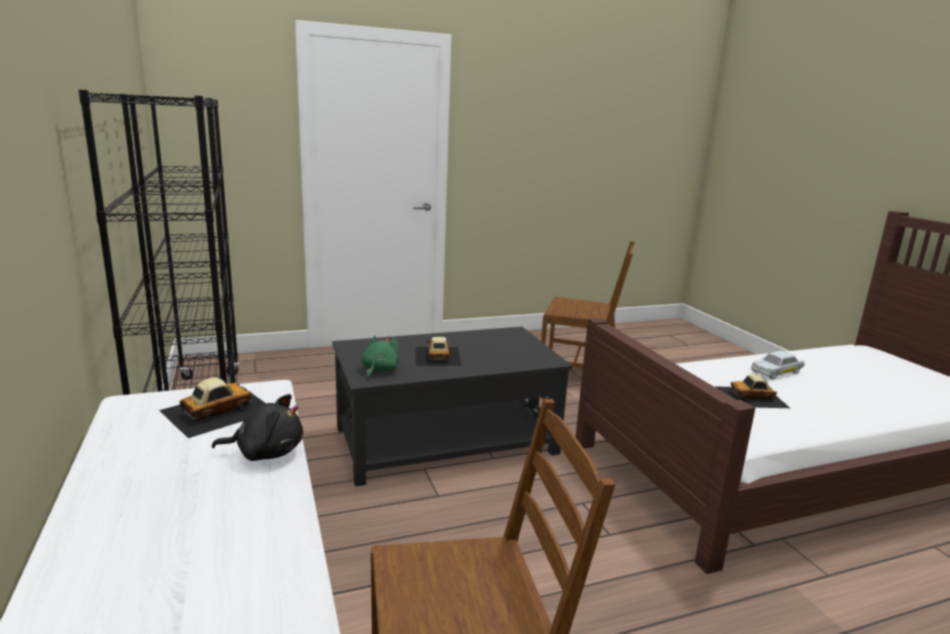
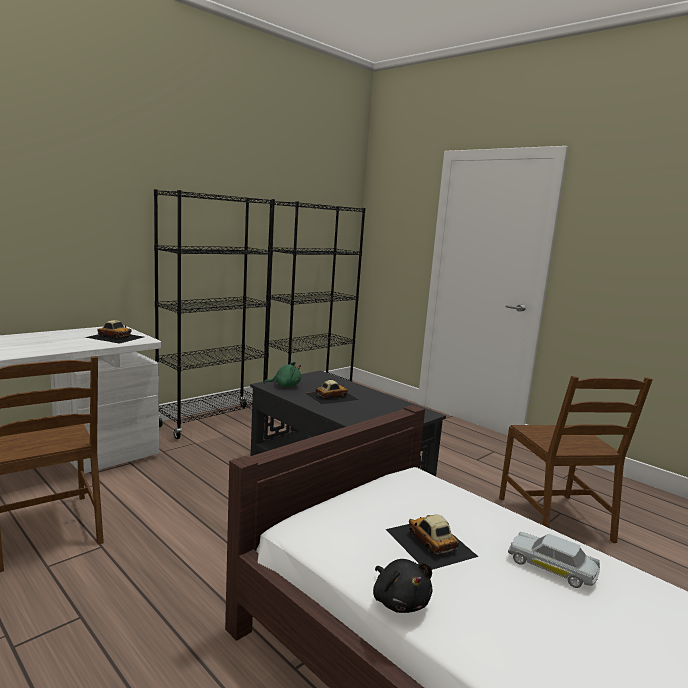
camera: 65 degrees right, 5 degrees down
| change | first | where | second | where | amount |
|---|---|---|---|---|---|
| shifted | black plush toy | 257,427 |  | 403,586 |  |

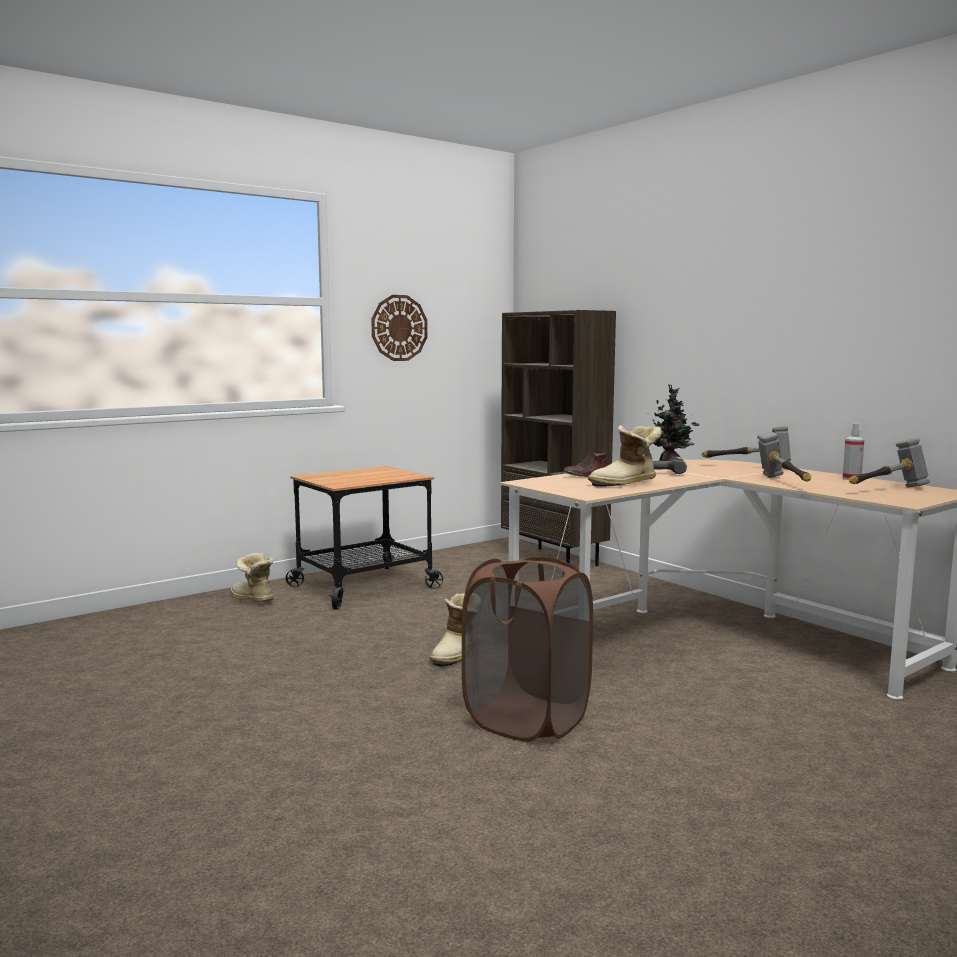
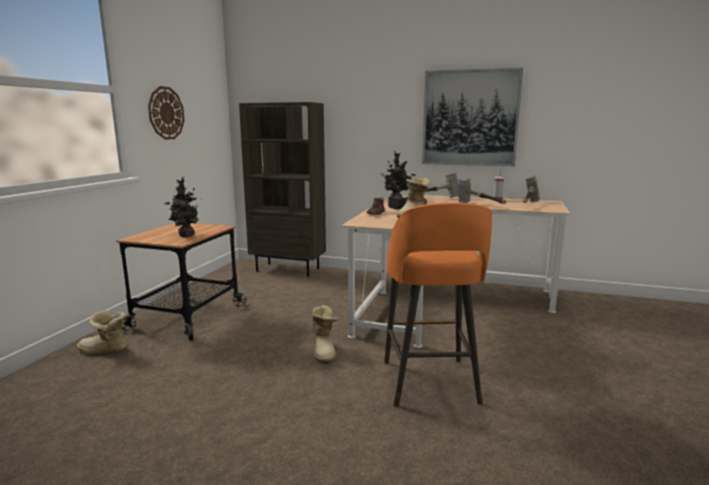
camera: 35 degrees left, 5 degrees up
| change | first | where | second | where | amount |
|---|---|---|---|---|---|
| swapped | brown laundry basket | 527,649 | orange stool | 438,305 |  |
| new |  |  | potted plant | 182,207 |  |
| new |  |  | picture | 472,117 |  |

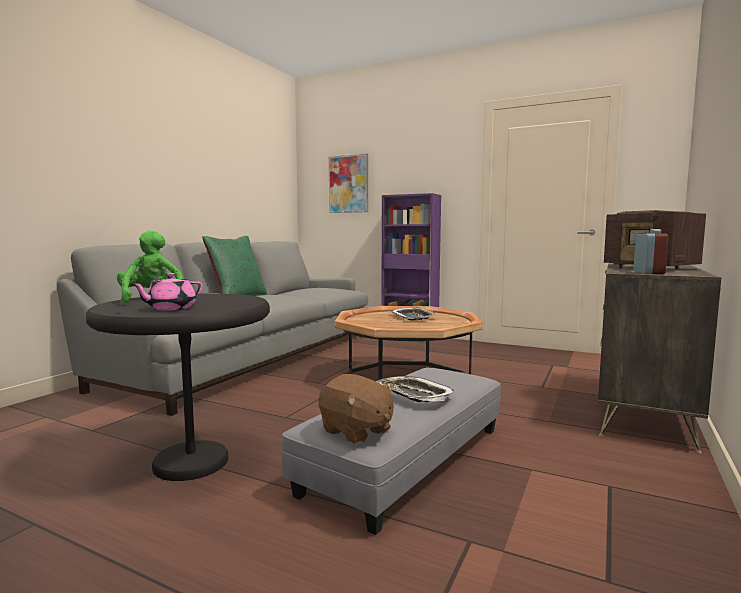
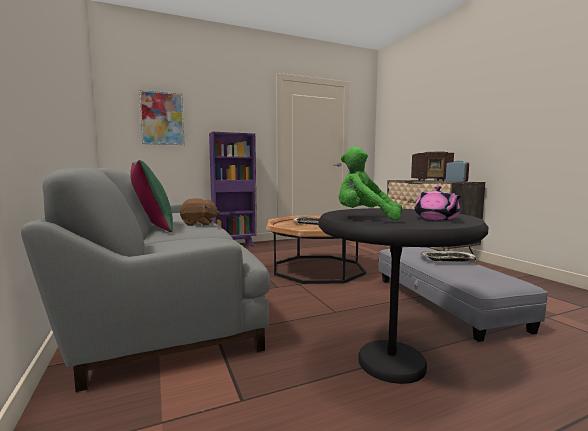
camera: 50 degrees left, 0 degrees up
| change | first | where | second | where | amount |
|---|---|---|---|---|---|
| shifted | brown plush toy | 356,409 |  | 200,212 |  |

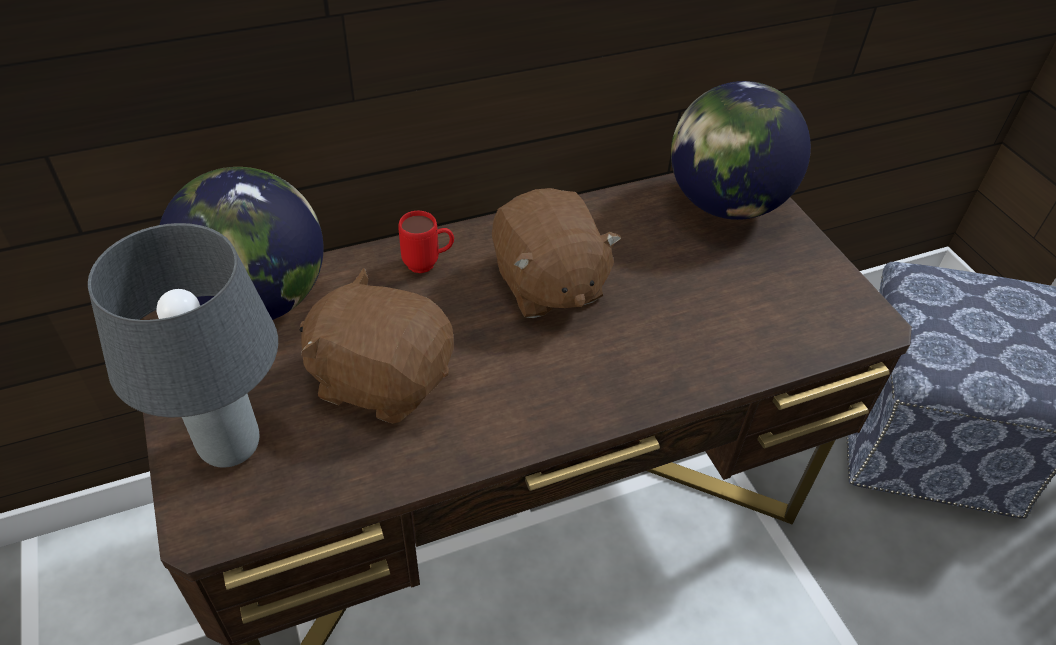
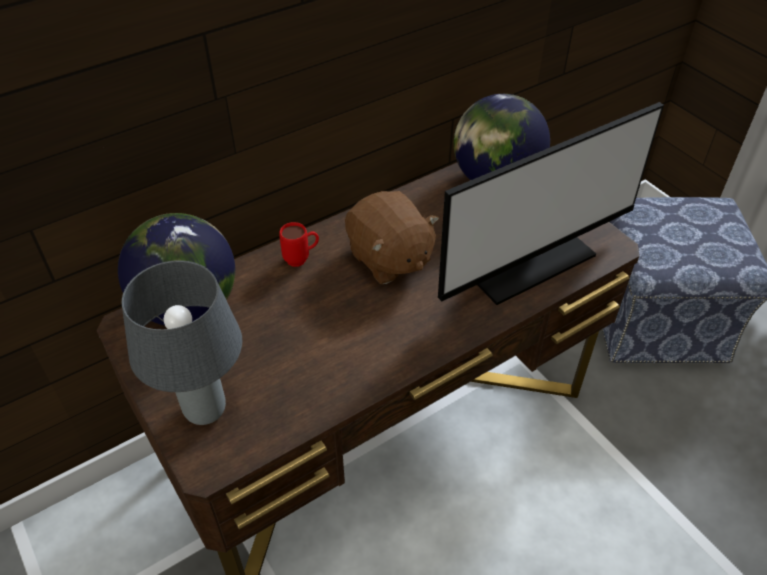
camera: 10 degrees left, 0 degrees up
| change | first | where | second | where | amount |
|---|---|---|---|---|---|
| gone | brown plush toy | 376,346 |  |  |  |
| new |  |  | monitor | 551,203 |  |

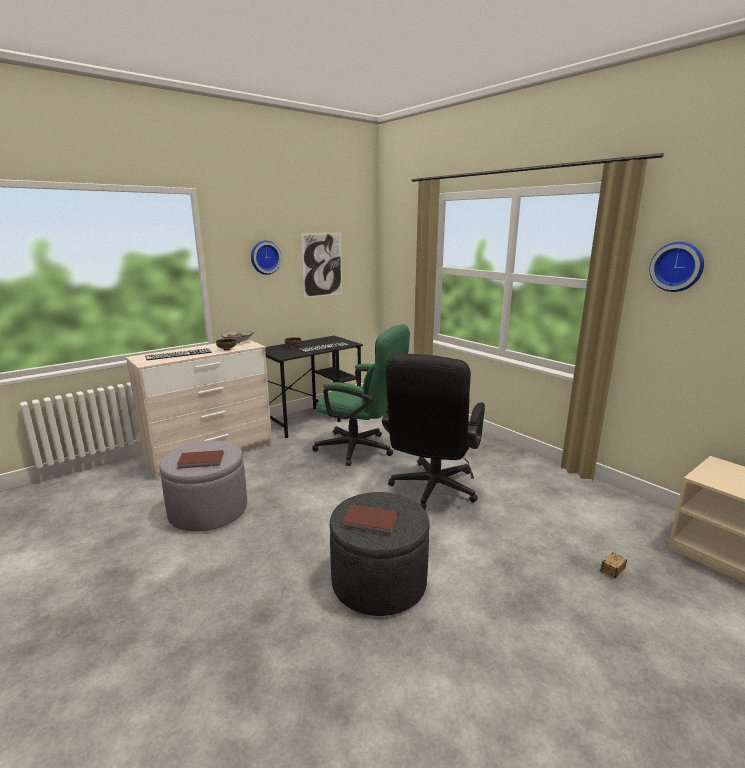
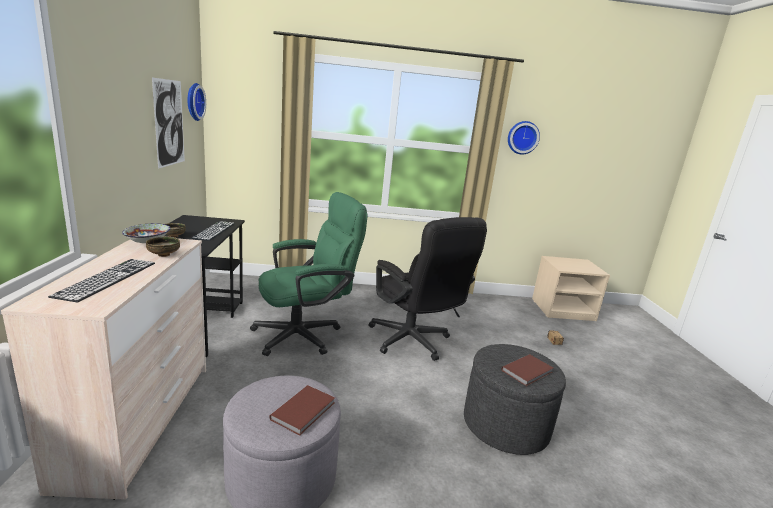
camera: 55 degrees left, 0 degrees up
| change | first | where | second | where | amount |
|---|---|---|---|---|---|
| shifted | wall clock | 266,257 |  | 197,102 |  |

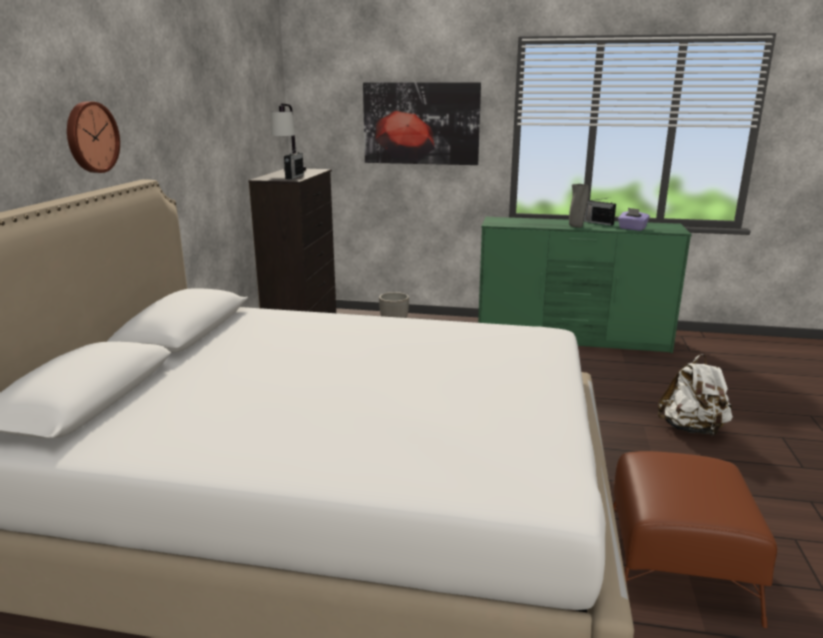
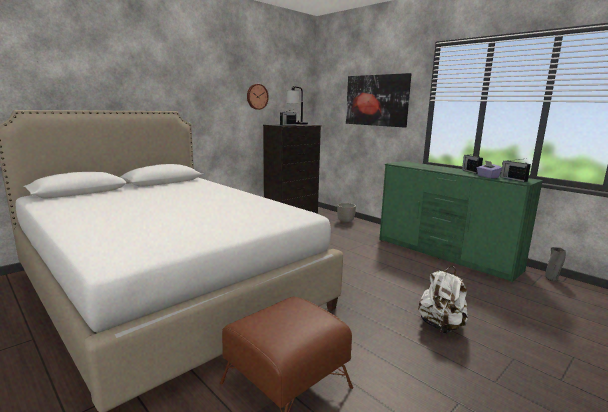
camera: 35 degrees right, 5 degrees down
| change | first | where | second | where | amount |
|---|---|---|---|---|---|
| shifted | wall clock | 93,137 |  | 258,97 |  |
| shifted | grey vase | 579,206 |  | 555,264 |  |
| new |  |  | radio | 516,170 |  |

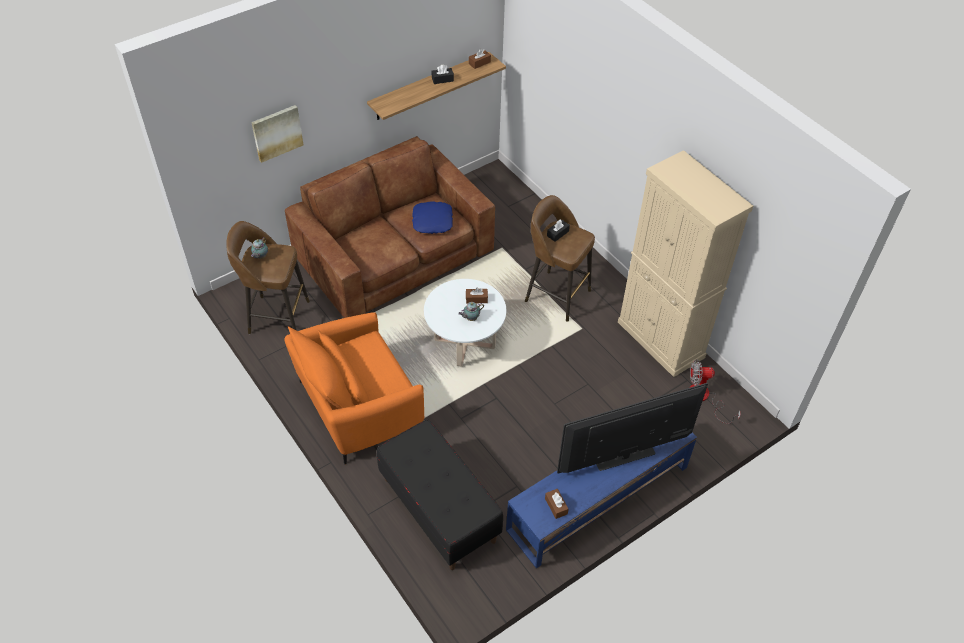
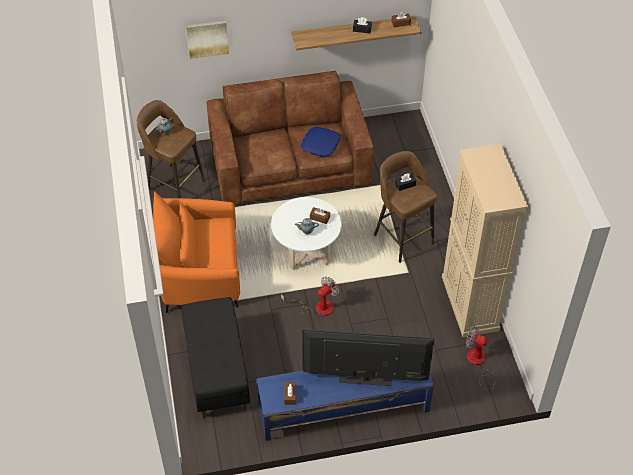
camera: 25 degrees right, 0 degrees up
| change | first | where | second | where | amount |
|---|---|---|---|---|---|
| new |  |  | fan | 310,296 |  |

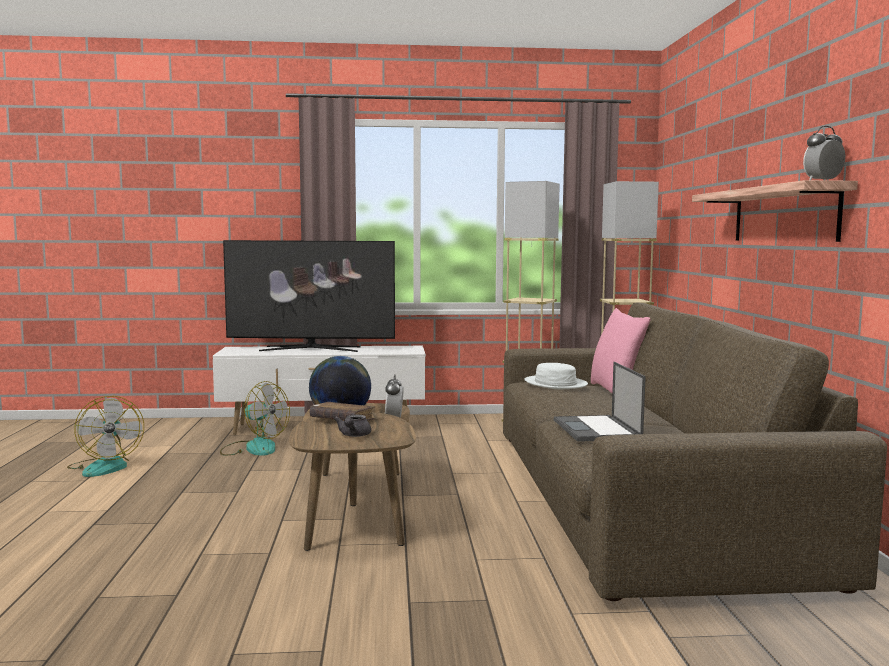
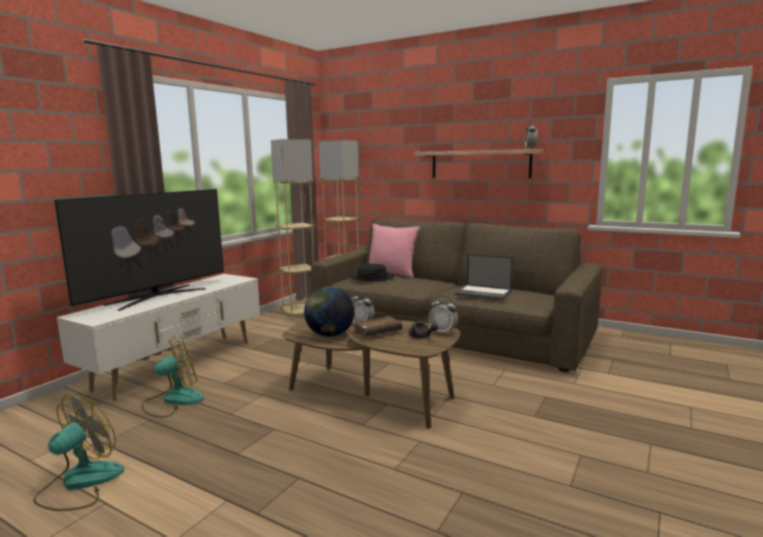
camera: 55 degrees left, 5 degrees up
| change | first | where | second | where | amount |
|---|---|---|---|---|---|
| rotated | fan | 105,436 |  | 78,452 | 75 degrees counterclockwise |
| repainted | white hat | 556,376 | black hat | 372,272 |  |
| new |  |  | alarm clock | 443,315 |  |

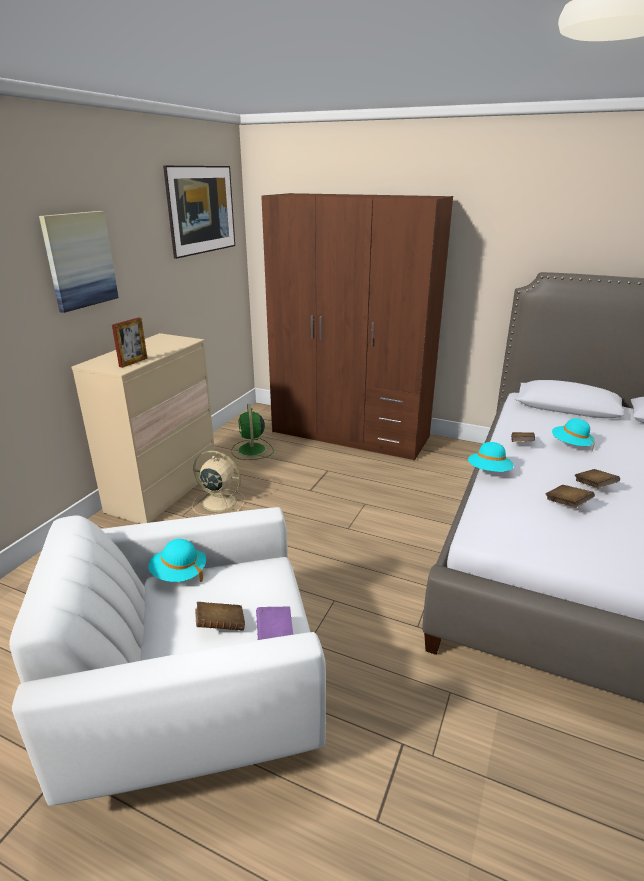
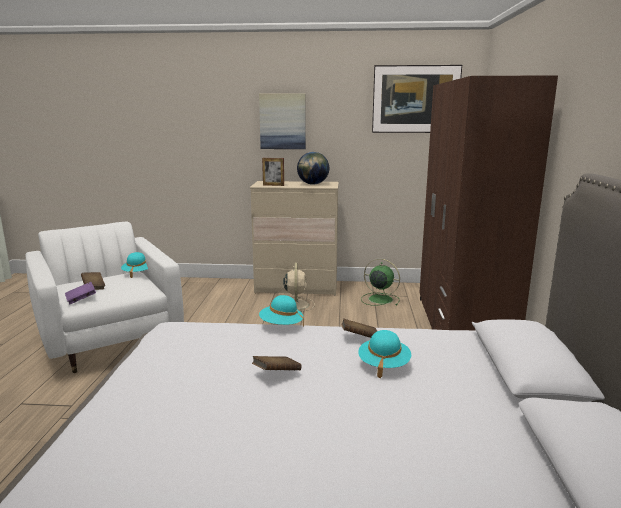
camera: 70 degrees right, 10 degrees down
| change | first | where | second | where | amount |
|---|---|---|---|---|---|
| rotated | green fan | 253,432 |  | 380,282 | 60 degrees clockwise |
| gone | brown book | 570,496 |  |  |  |
| new |  |  | globe | 313,168 |  |

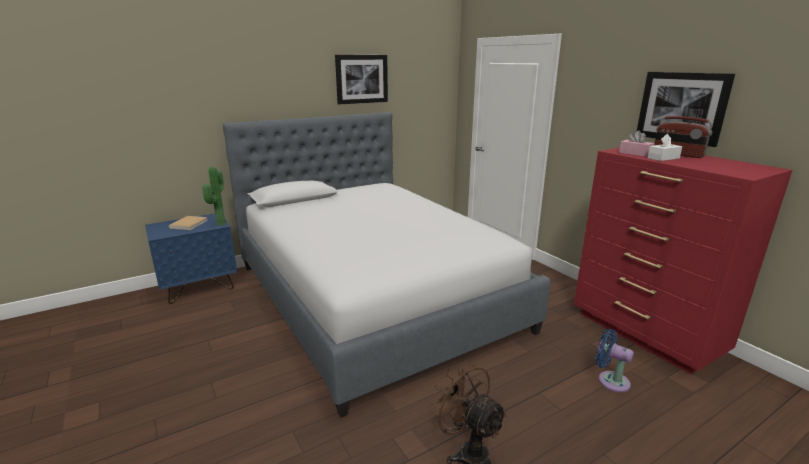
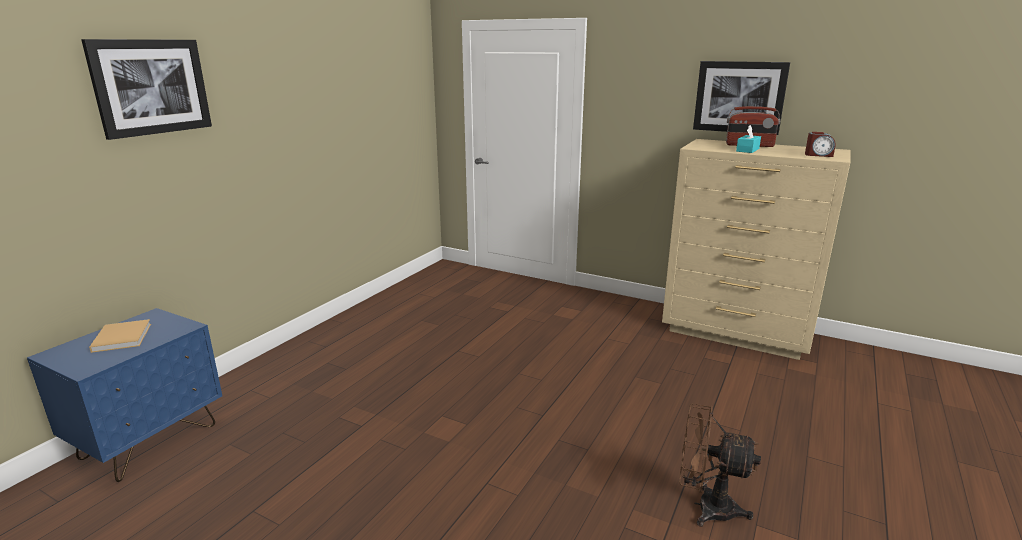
camera: 30 degrees left, 0 degrees up
| change | first | where | second | where | amount |
|---|---|---|---|---|---|
| gone | potted plant | 214,196 |  |  |  |
| gone | bed | 386,264 |  |  |  |
| shifted | picture | 361,79 |  | 146,89 |  |
| repainted | red dresser | 683,261 | beige dresser | 756,249 |  |
| gone | blue fan | 614,361 |  |  |  |
| gone | pink tissue box | 636,144 |  |  |  |
| repainted | white tissue box | 665,147 | turquoise tissue box | 748,139 |  |
| new |  |  | alarm clock | 820,144 |  |

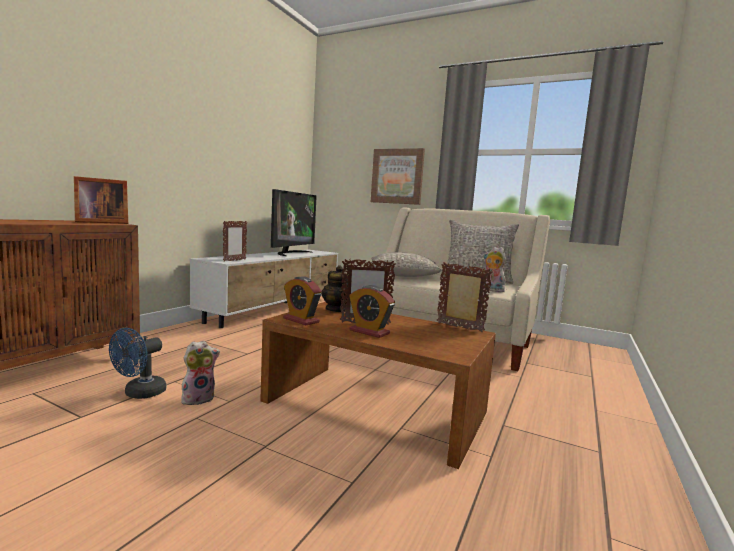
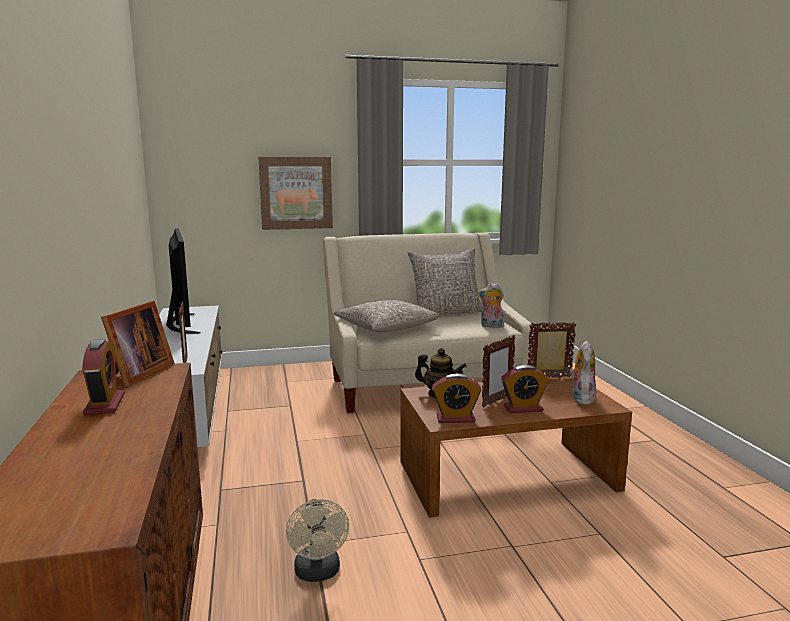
camera: 40 degrees left, 5 degrees up
| change | first | where | second | where | amount |
|---|---|---|---|---|---|
| repainted | blue fan | 137,363 | beige fan | 317,540 |  |
| shifted | plush toy | 200,373 |  | 582,373 |  |
| new |  |  | alarm clock | 103,377 |  |

